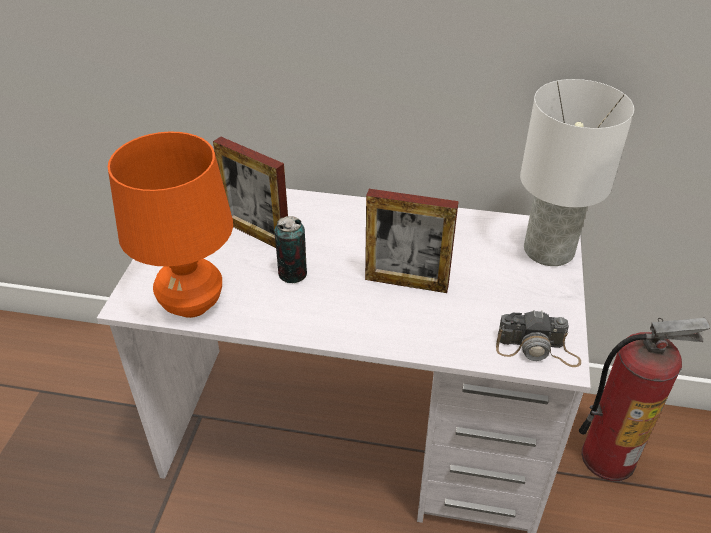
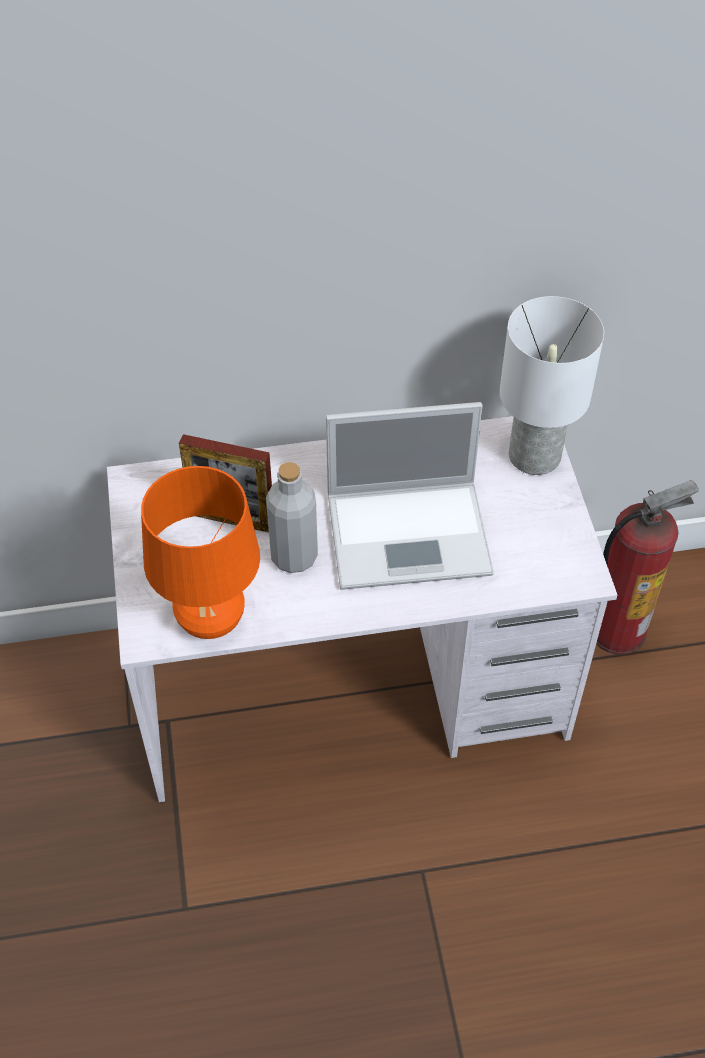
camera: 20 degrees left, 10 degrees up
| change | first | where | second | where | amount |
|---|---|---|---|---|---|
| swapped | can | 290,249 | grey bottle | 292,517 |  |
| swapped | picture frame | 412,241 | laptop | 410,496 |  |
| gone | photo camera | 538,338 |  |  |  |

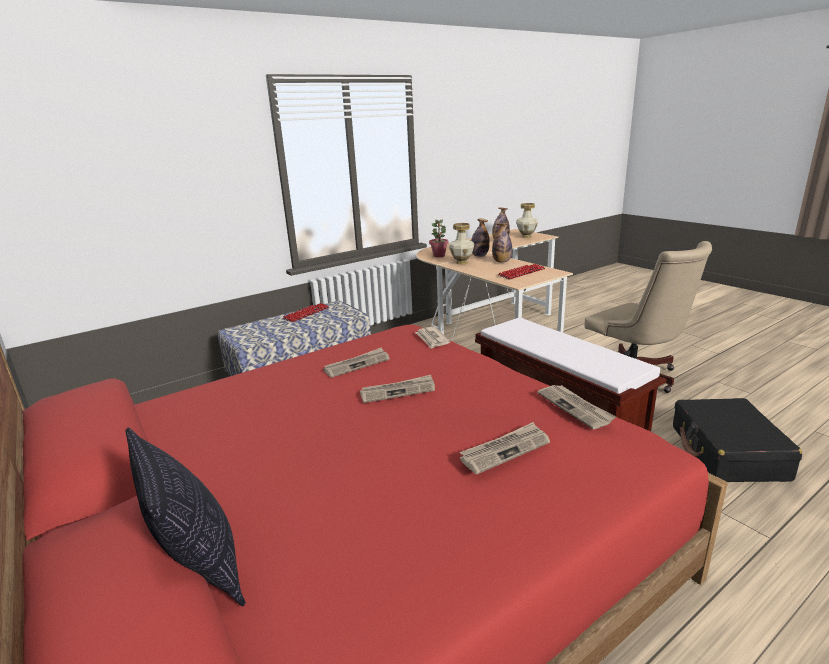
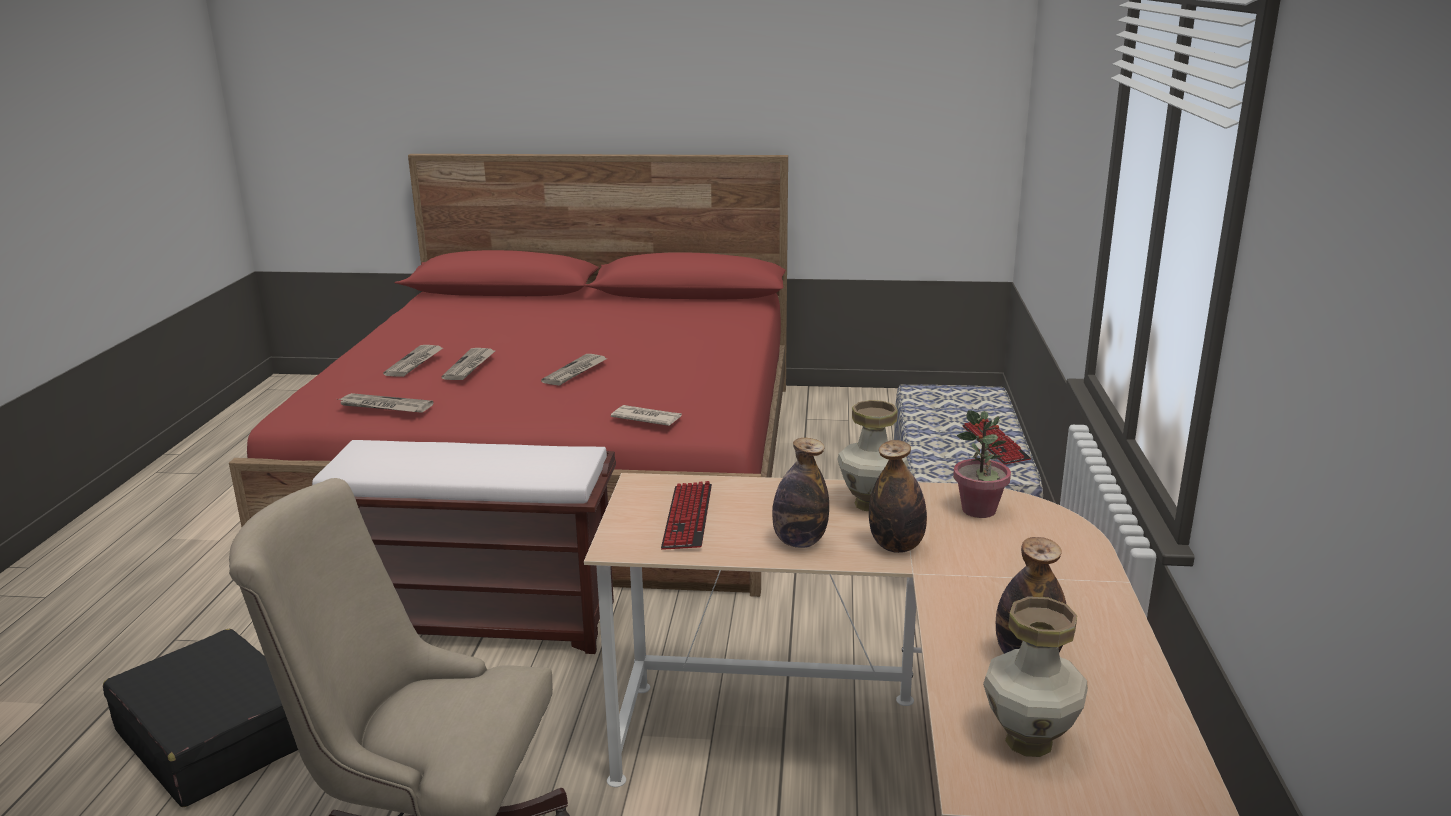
camera: 130 degrees right, 0 degrees up
| change | first | where | second | where | amount |
|---|---|---|---|---|---|
| gone | pillow | 186,517 |  |  |  |
| shifted | newspaper | 356,362 |  | 468,364 |  |

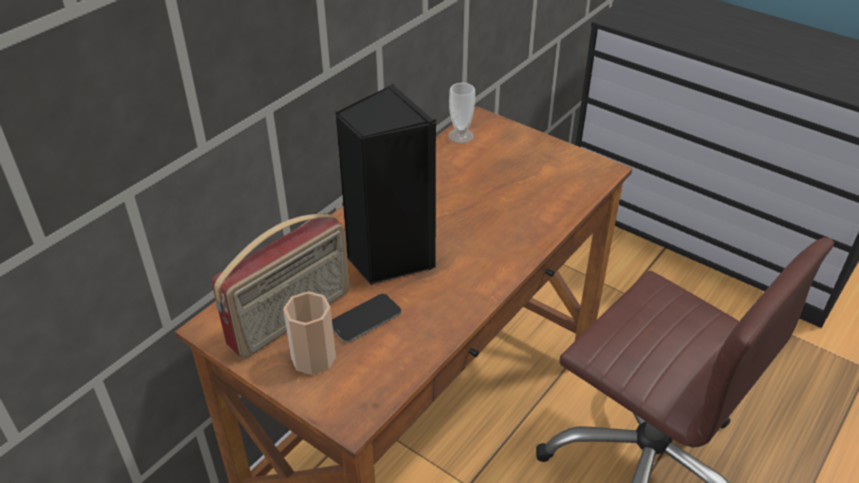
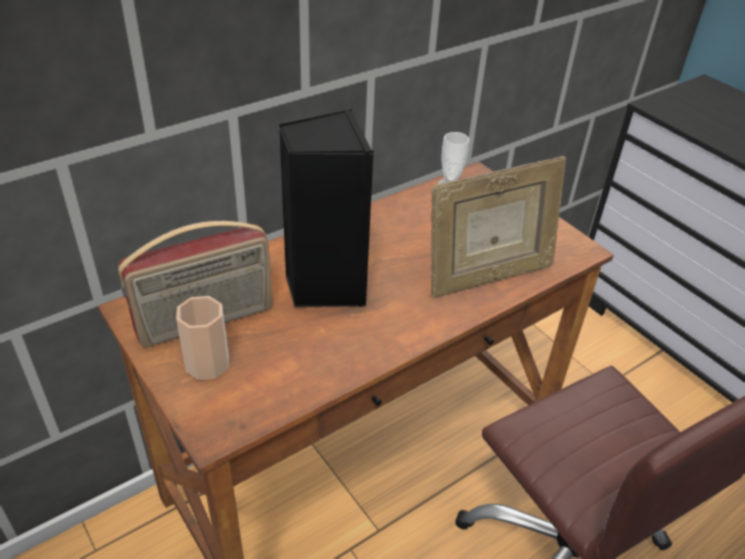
camera: 15 degrees right, 0 degrees up
| change | first | where | second | where | amount |
|---|---|---|---|---|---|
| gone | phone | 366,318 |  |  |  |
| new |  |  | picture frame | 498,227 |  |

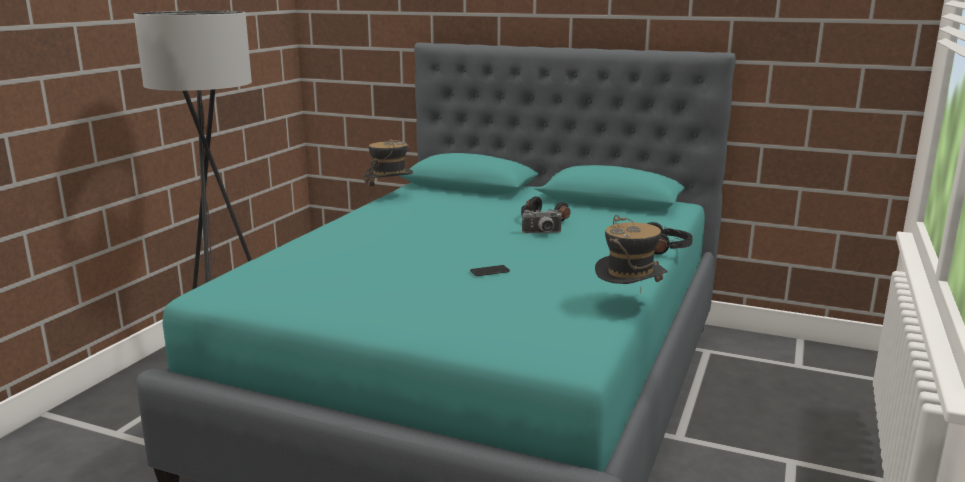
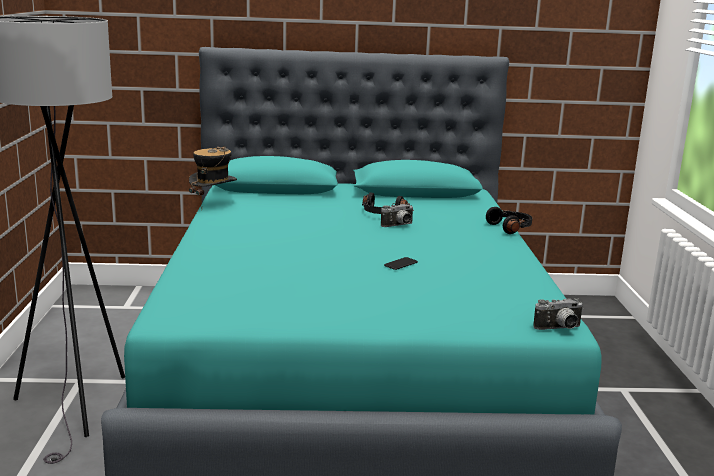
camera: 25 degrees left, 0 degrees up
| change | first | where | second | where | amount |
|---|---|---|---|---|---|
| gone | hat | 631,254 |  |  |  |
| new |  |  | photo camera | 558,314 |  |

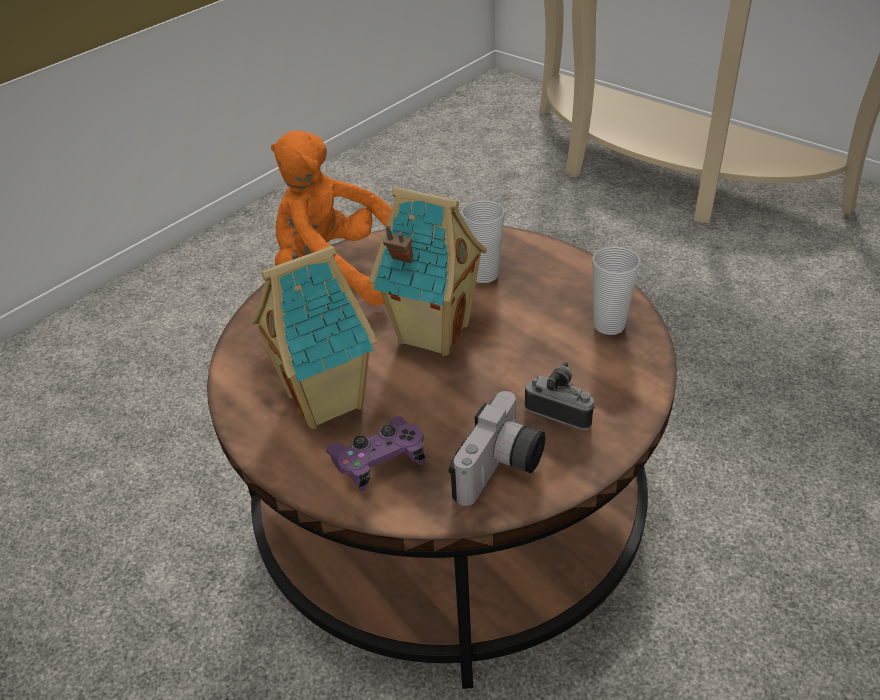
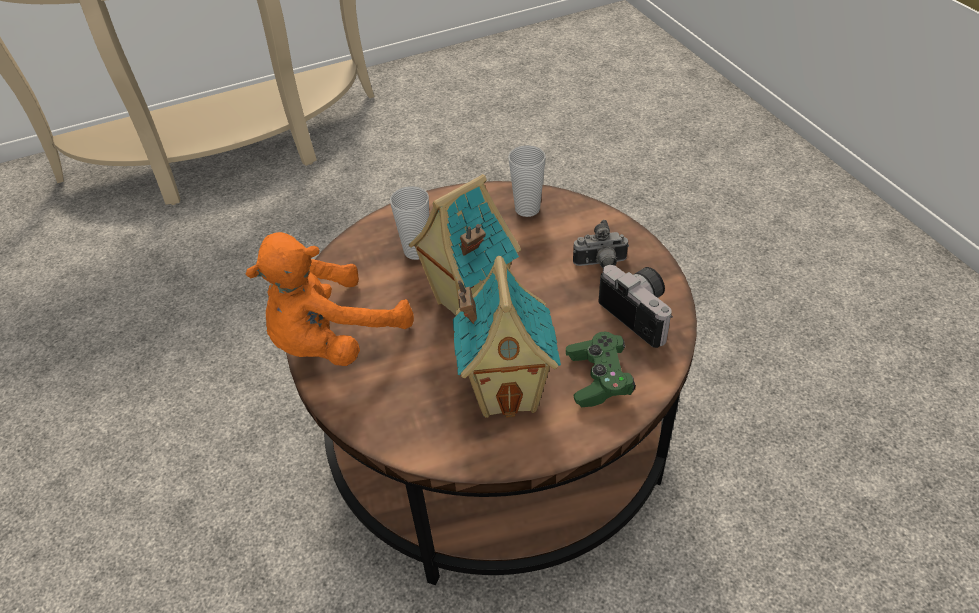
camera: 65 degrees left, 5 degrees up
| change | first | where | second | where | amount |
|---|---|---|---|---|---|
| repainted | purple game controller | 376,454 | green game controller | 601,369 |  |
| rotated | photo camera | 560,396 |  | 601,244 | 150 degrees counterclockwise |

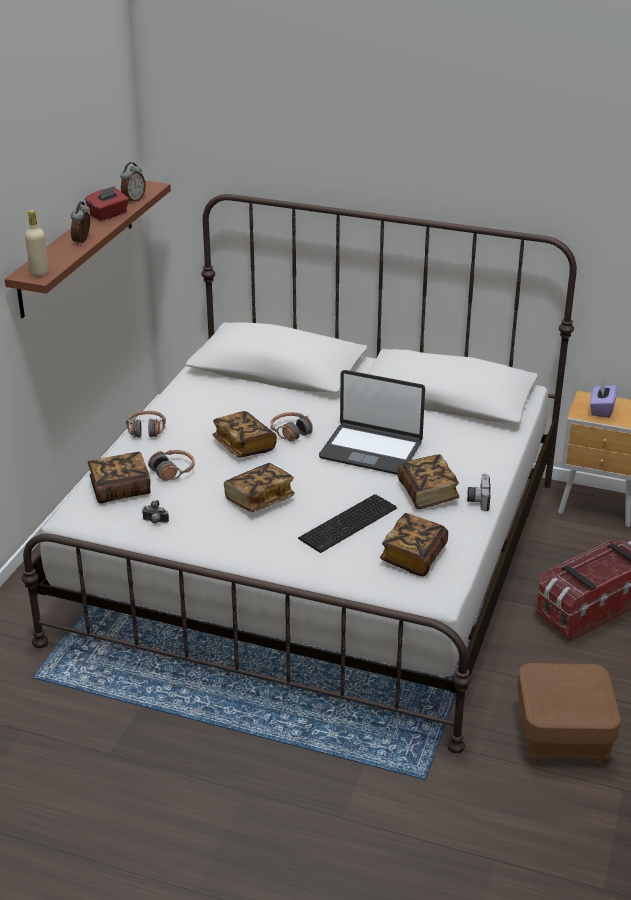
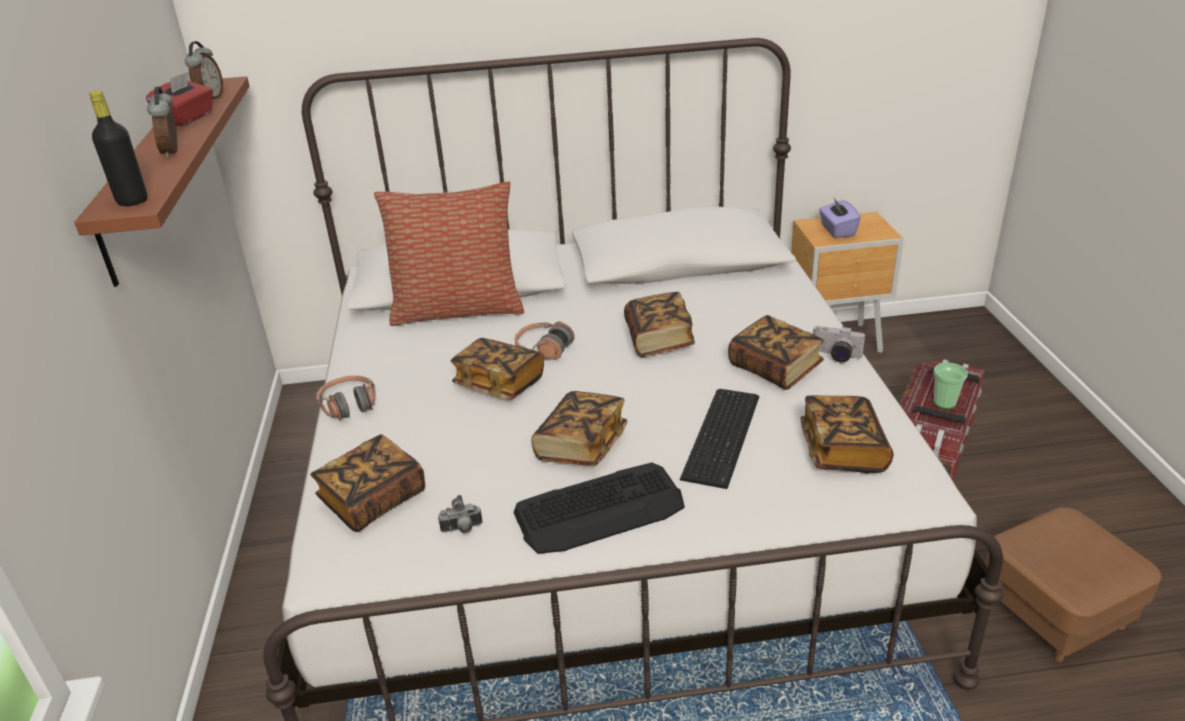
camera: 25 degrees left, 0 degrees up
| change | first | where | second | where | amount |
|---|---|---|---|---|---|
| repainted | beige bottle | 36,243 | black bottle | 118,148 |  |
| gone | headphones | 171,465 |  |  |  |
| swapped | laptop | 372,422 | book | 659,324 |  |
| rotated | photo camera | 479,492 |  | 839,344 | 45 degrees counterclockwise |
| new |  |  | pillow | 449,253 |  |
| new |  |  | keyboard | 599,508 |  |
| new |  |  | cup | 951,385 |  |

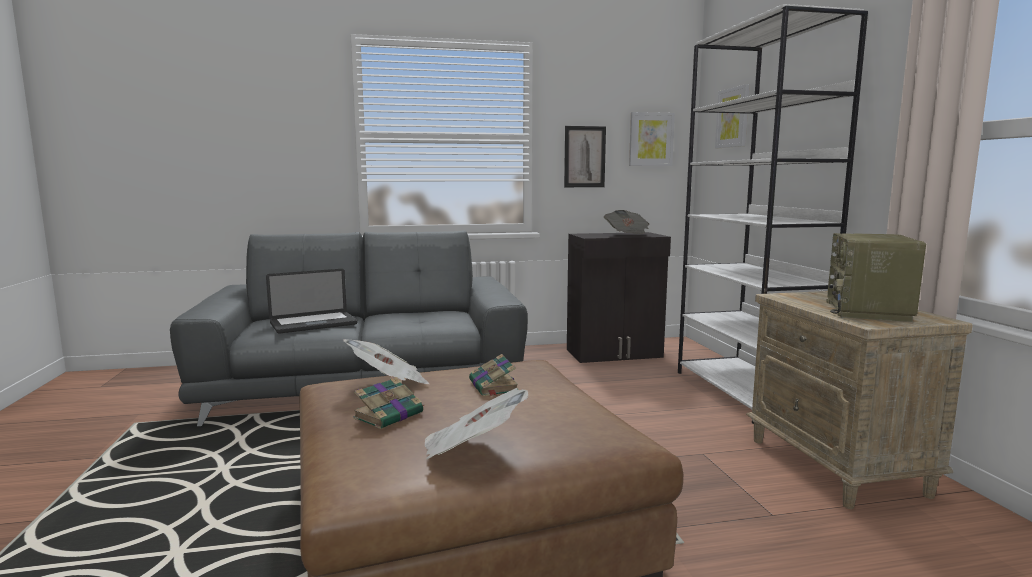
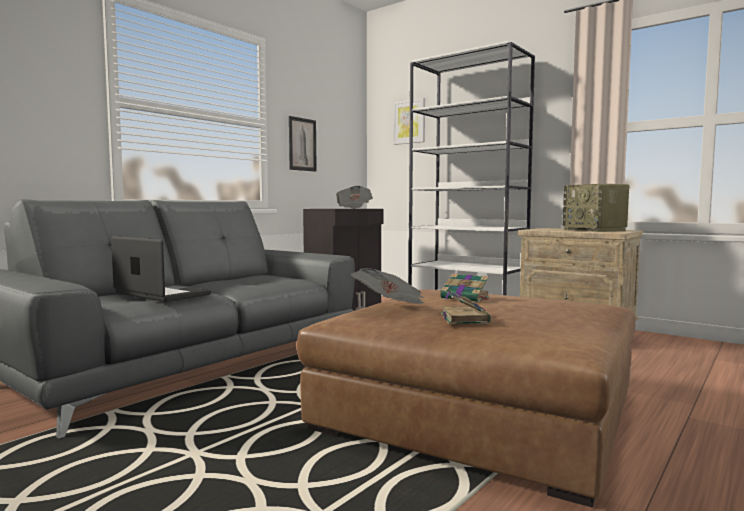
camera: 40 degrees left, 5 degrees down
| change | first | where | second | where | amount |
|---|---|---|---|---|---|
| rotated | laptop | 312,301 |  | 161,269 | 75 degrees counterclockwise |
| gone | newspaper | 477,423 |  |  |  |
| gone | picture | 652,139 |  |  |  |

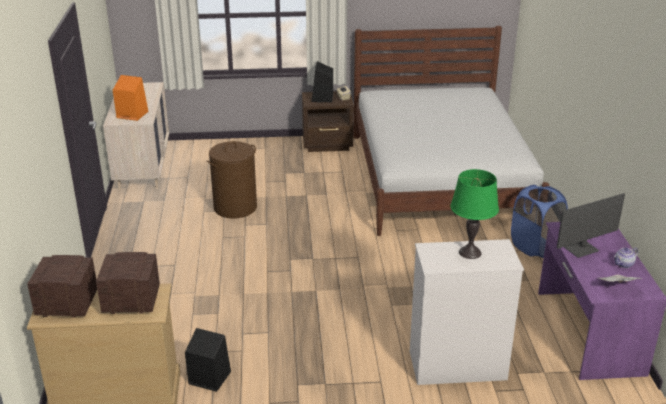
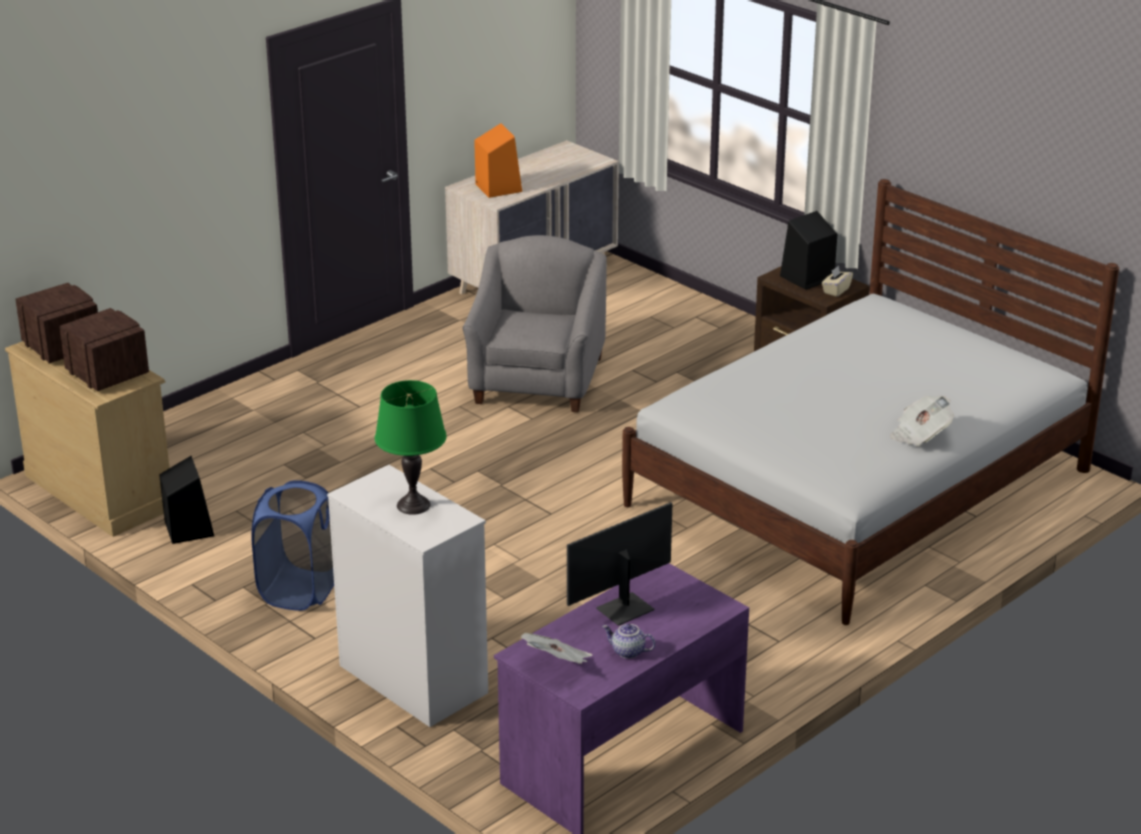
camera: 50 degrees right, 0 degrees up
| change | first | where | second | where | amount |
|---|---|---|---|---|---|
| swapped | brown laundry basket | 232,180 | grey armchair | 534,323 |  |
| shifted | blue laundry basket | 539,221 |  | 292,545 |  |
| rotated | monitor | 591,225 |  | 619,564 | 120 degrees clockwise |
| new |  |  | newspaper | 922,421 |  |

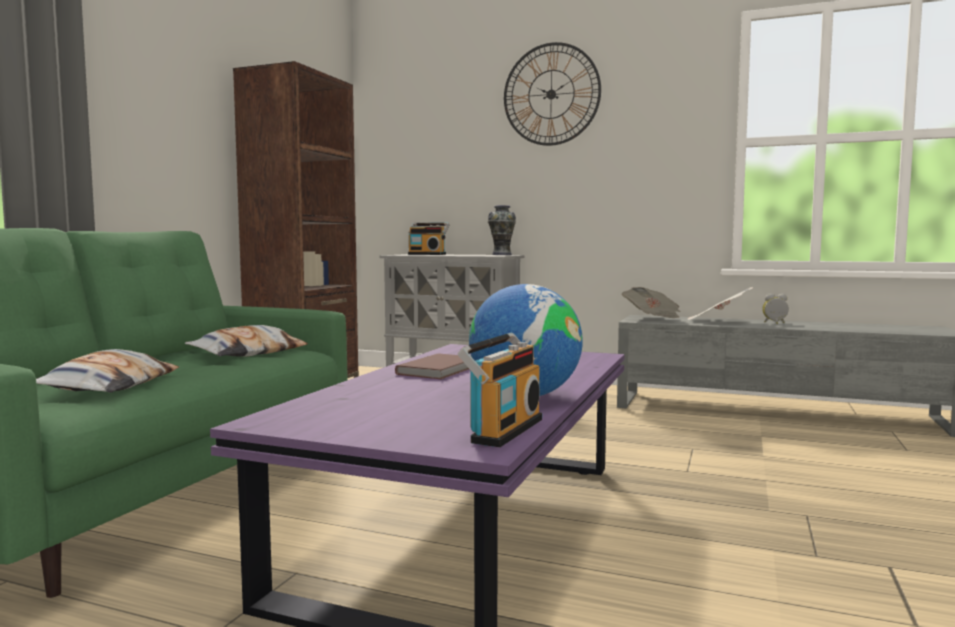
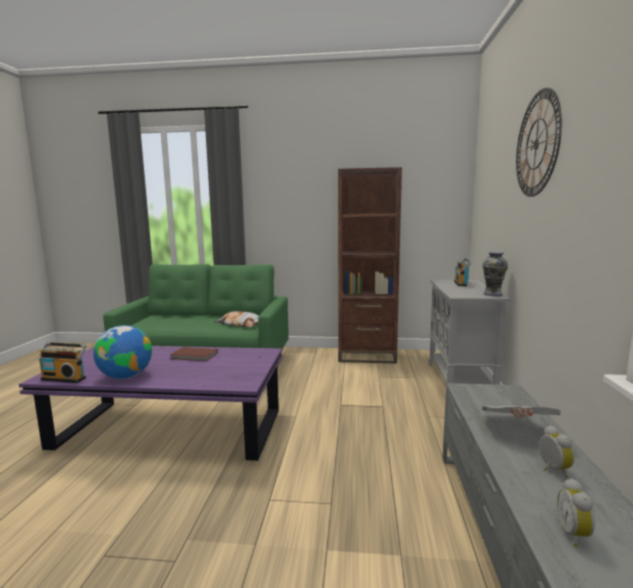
camera: 75 degrees right, 5 degrees up
| change | first | where | second | where | amount |
|---|---|---|---|---|---|
| gone | pillow | 107,371 |  |  |  |
| gone | newspaper | 651,302 |  |  |  |
| new |  |  | alarm clock | 576,512 |  |

